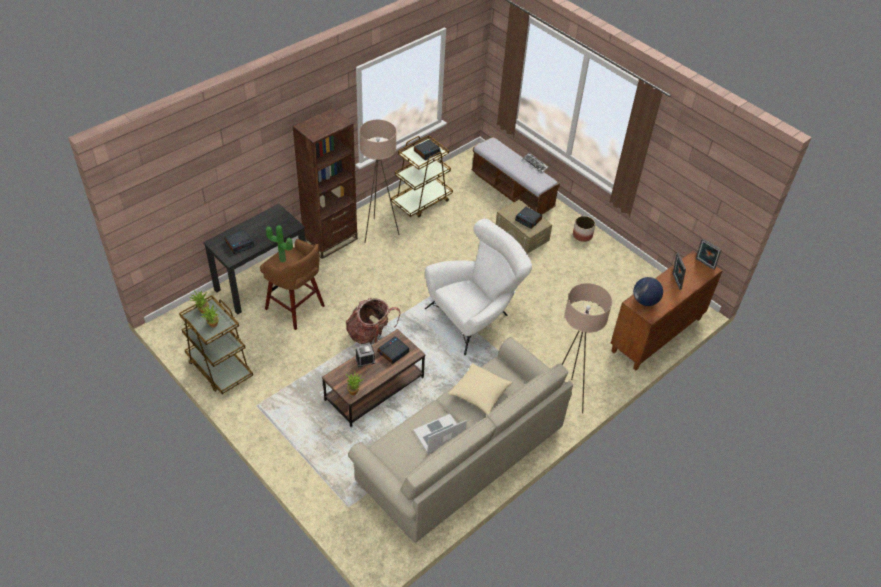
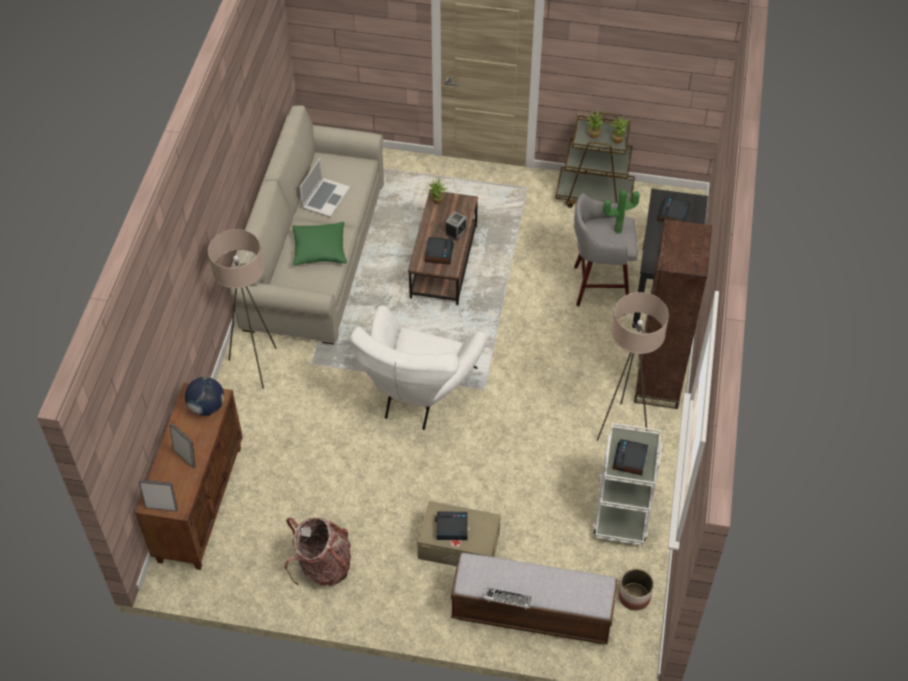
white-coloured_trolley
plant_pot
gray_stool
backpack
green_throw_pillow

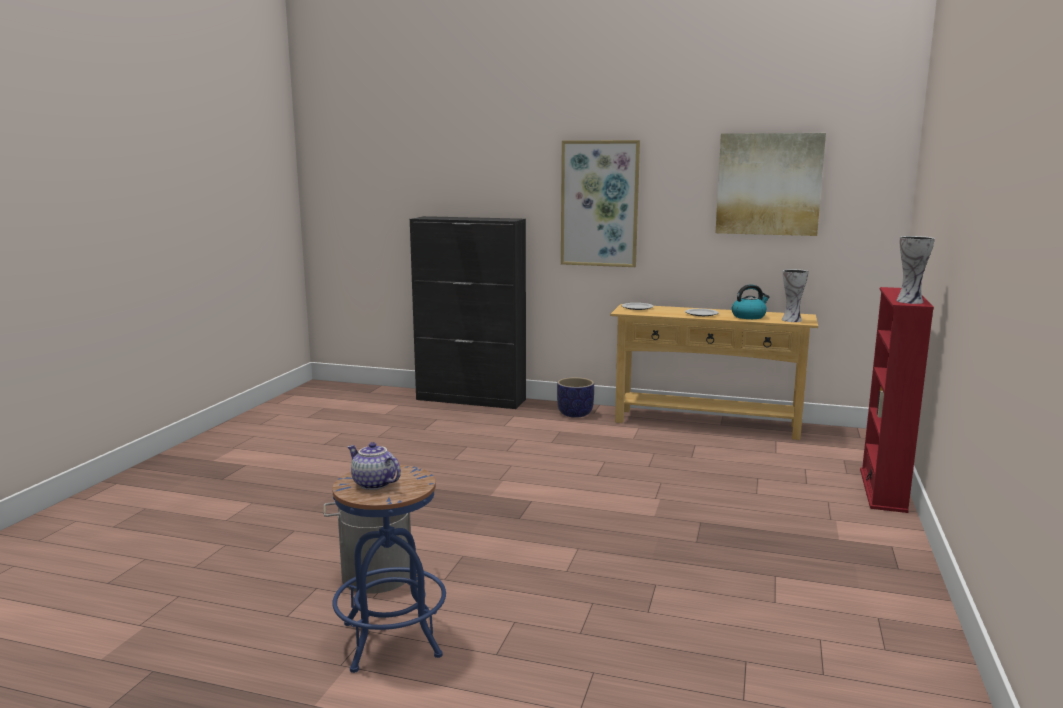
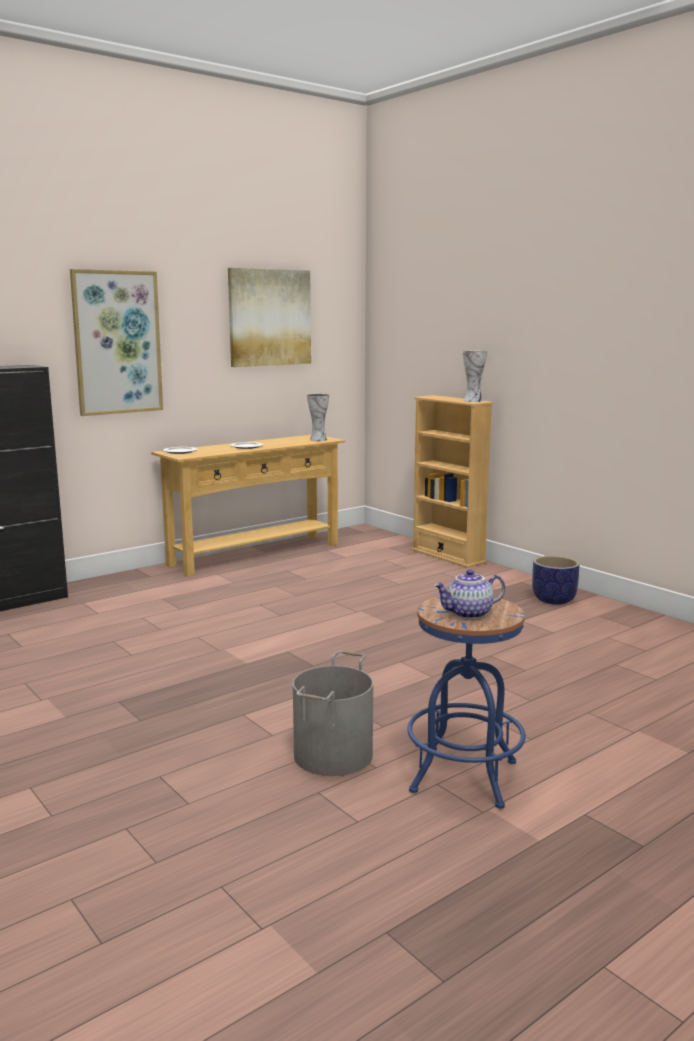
water_kettle
sand-coloured_bookcase
plant_pot

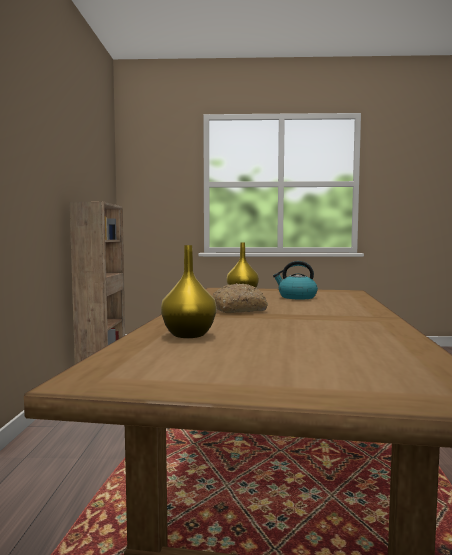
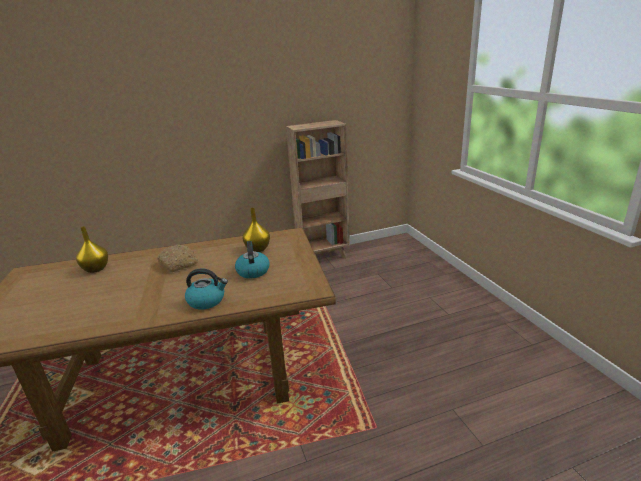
water_kettle (no. 1 from left)

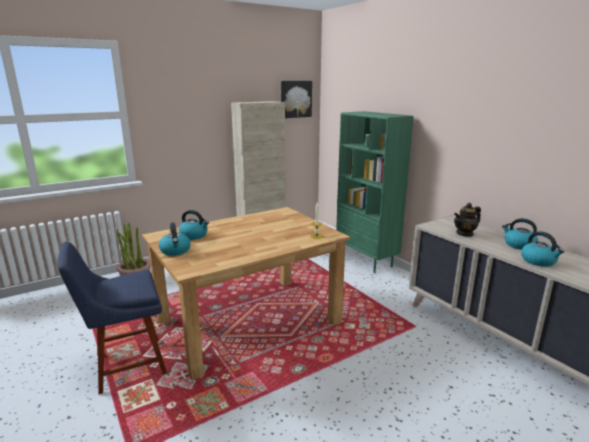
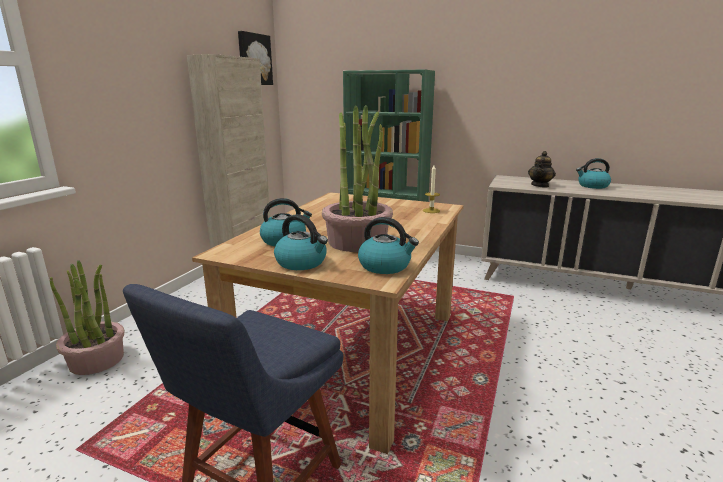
water_kettle (no. 3 from left)
potted_plant (no. 2 from left)

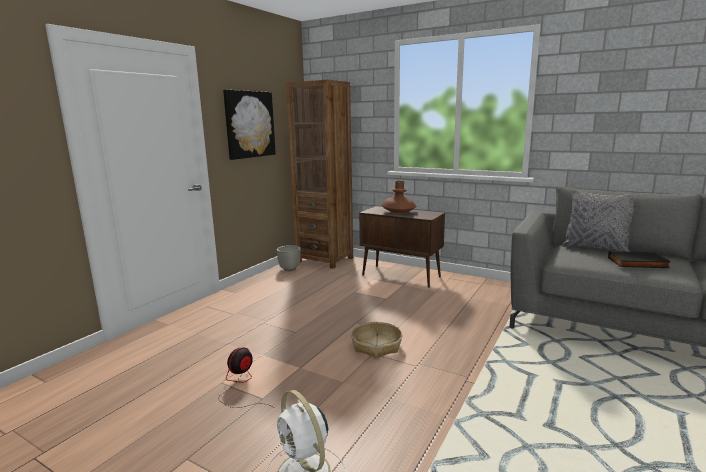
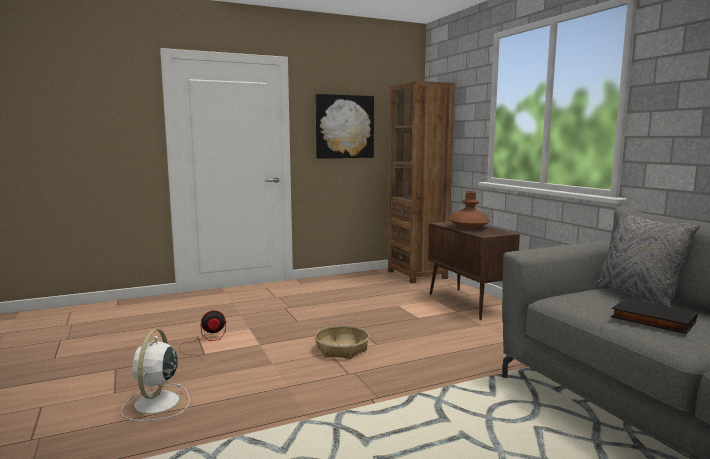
gray_plant_pot

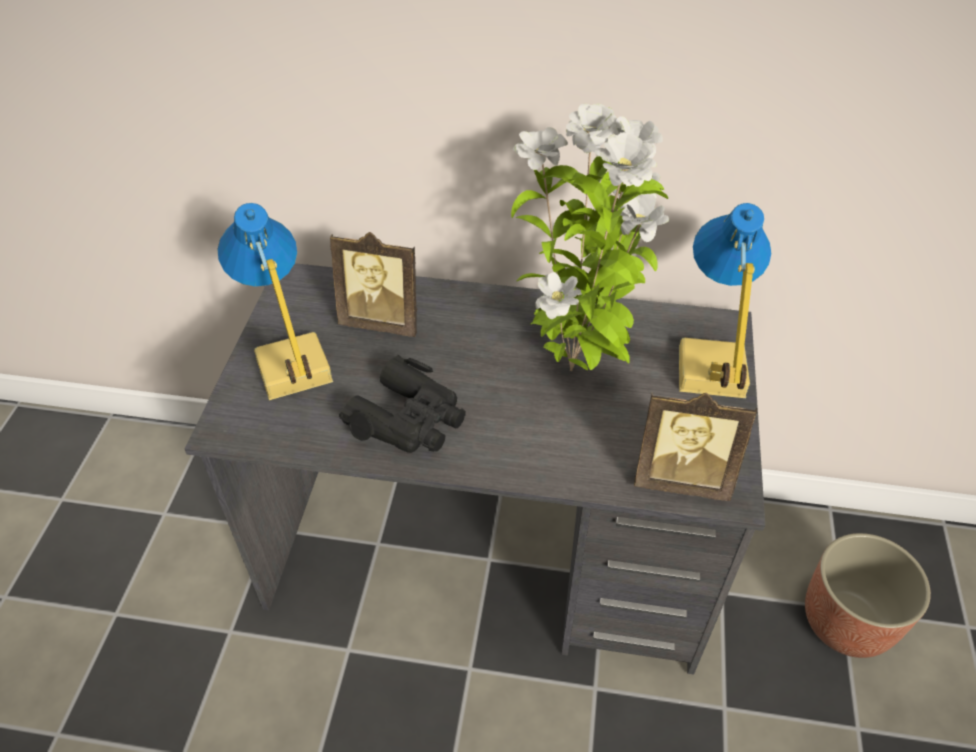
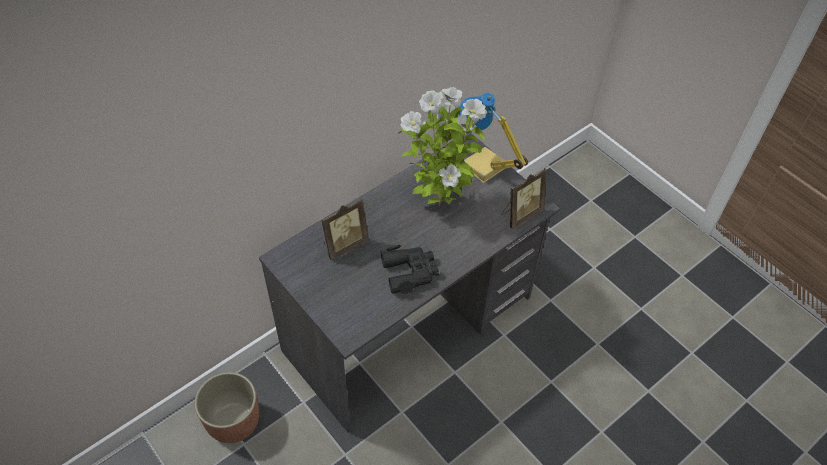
tabletop_lamp (no. 1 from left in the first image)
plant_pot

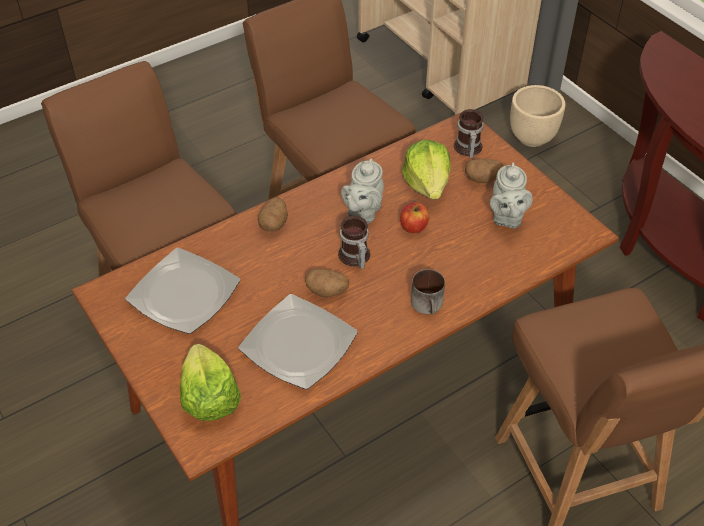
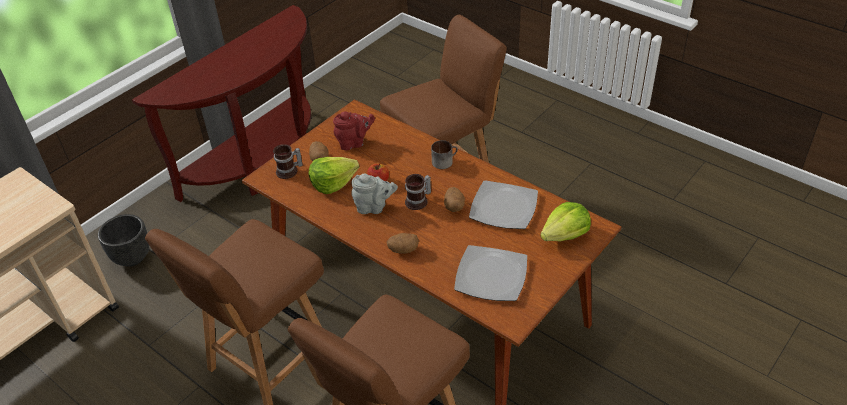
black_plant_pot
red-coloured_teapot

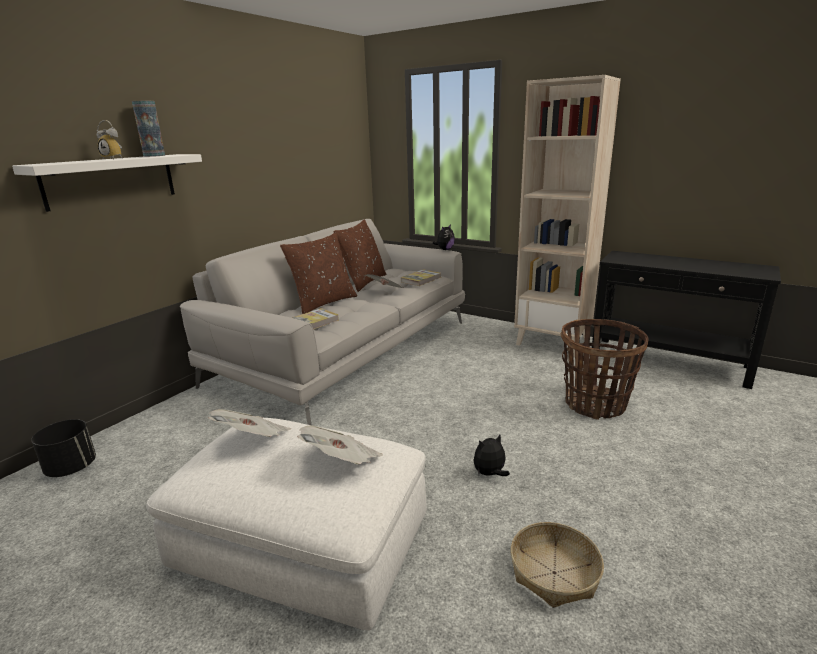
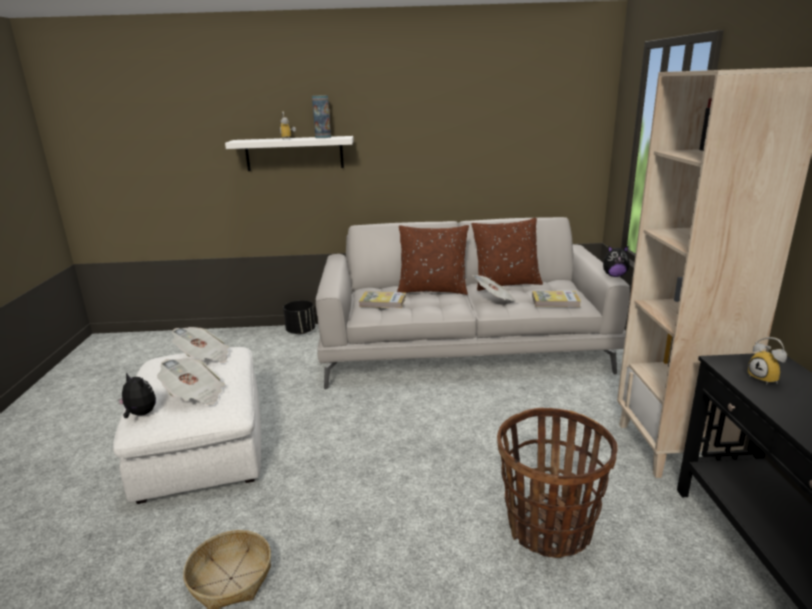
black_plant_pot
soft_toy (no. 1 from left)
table_clock (no. 2 from left)

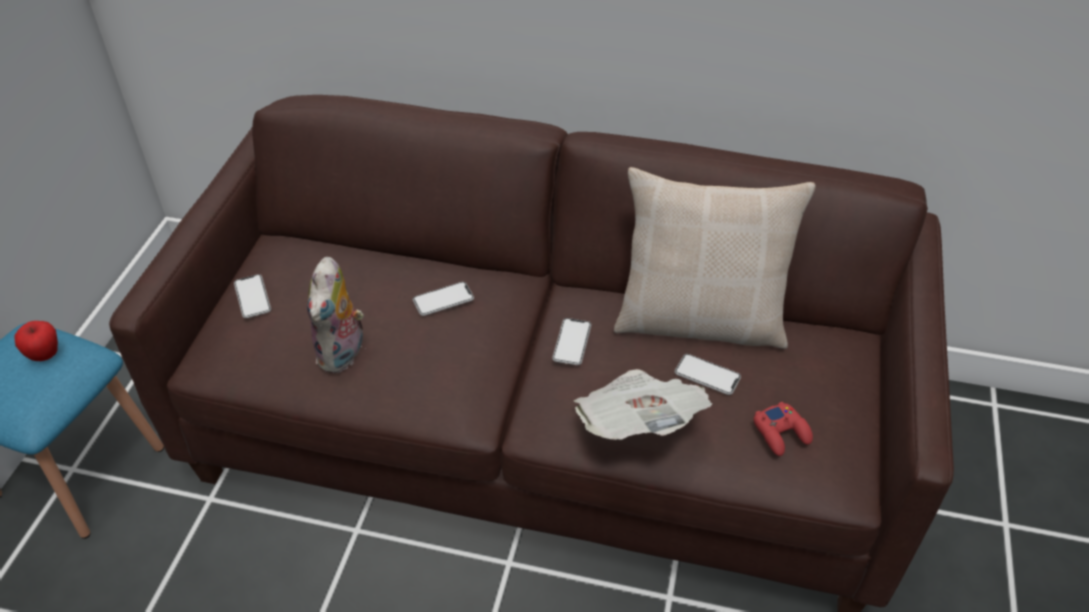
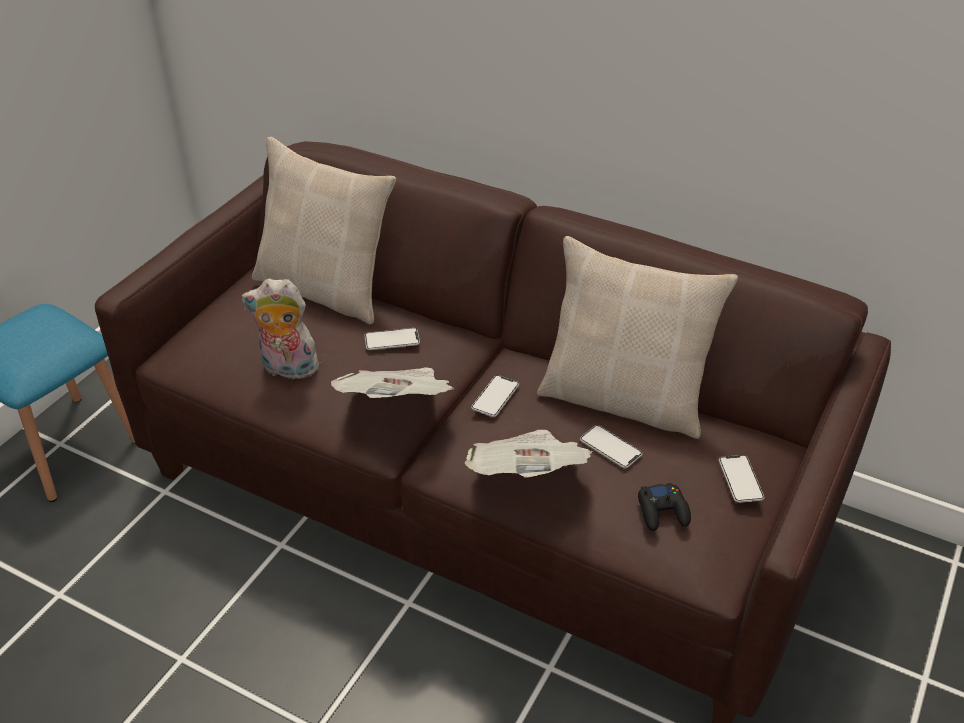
soft_toy
phone (no. 4 from left)
apple_fruit
black_game_controller
sand-coloured_throw_pillow (no. 1 from left)
daily_paper (no. 1 from left)

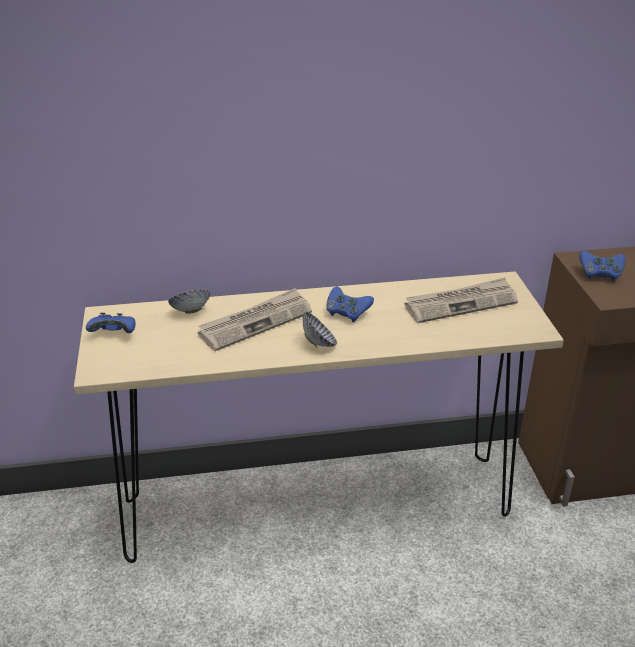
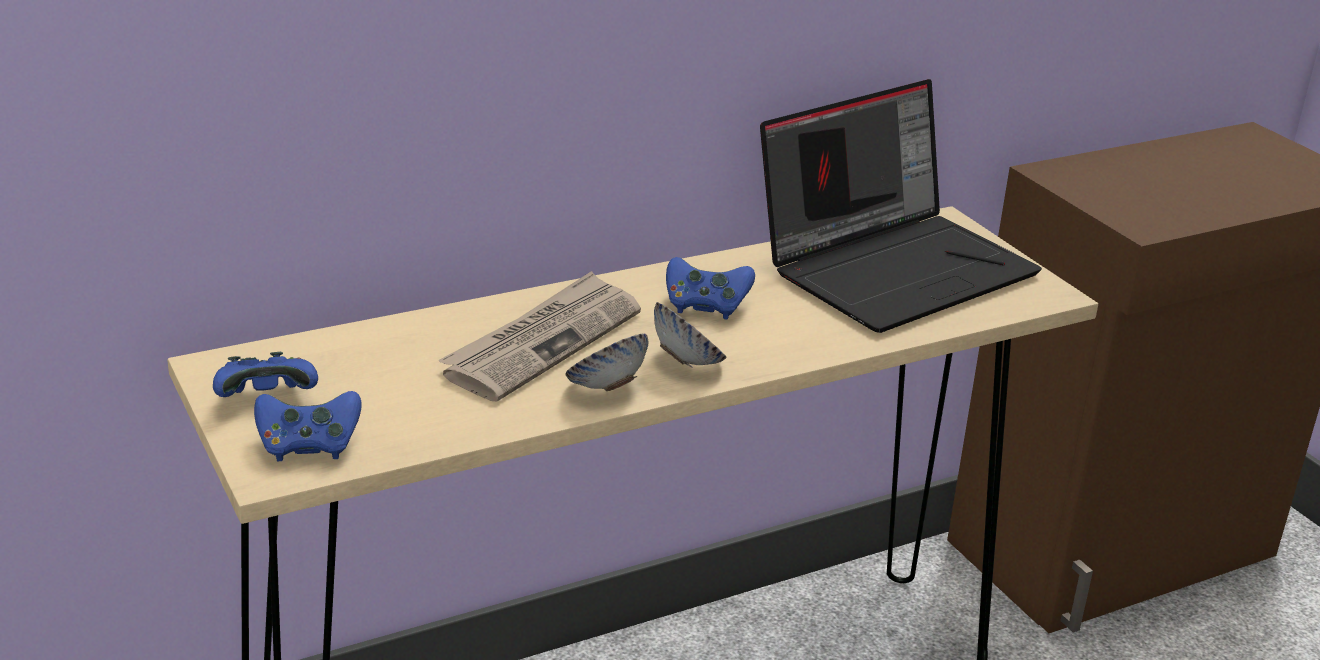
bluish_game_controller (no. 2 from left)
portable_computer
deep_dish (no. 1 from left)

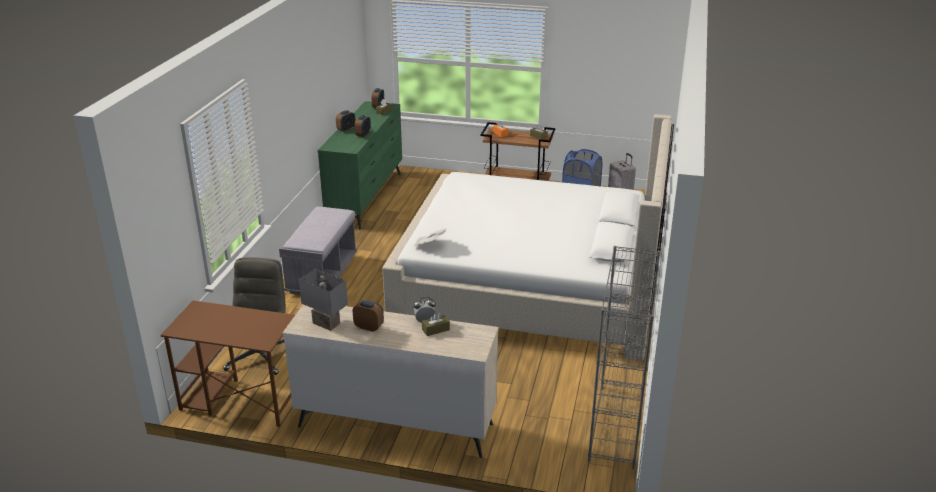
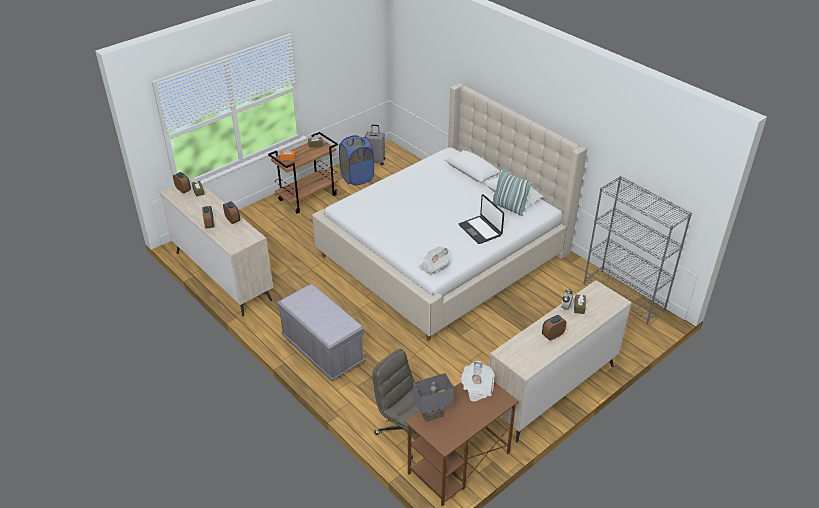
sand-coloured_drawer_chest (no. 1 from left)
gray_tabletop_lamp
throw_pillow
portable_computer
daily_paper (no. 2 from left)

